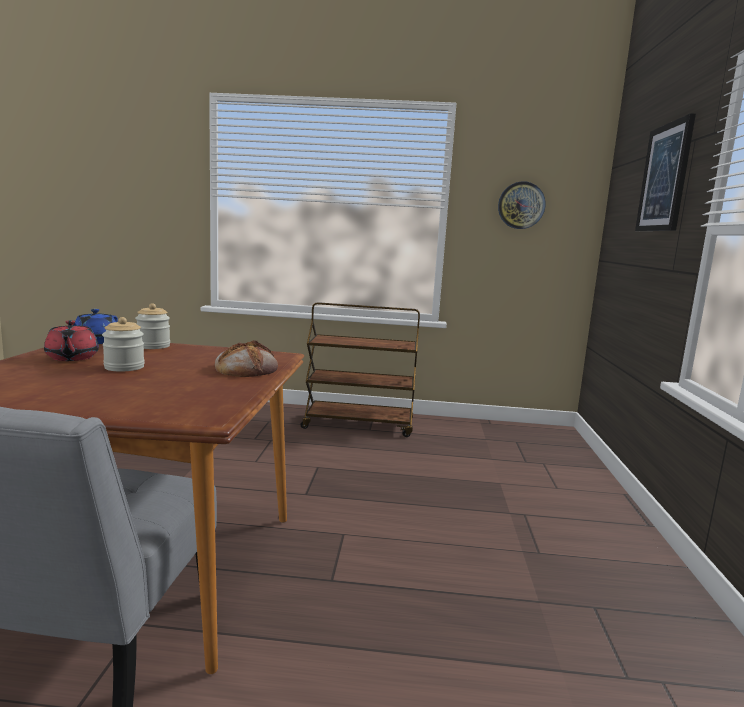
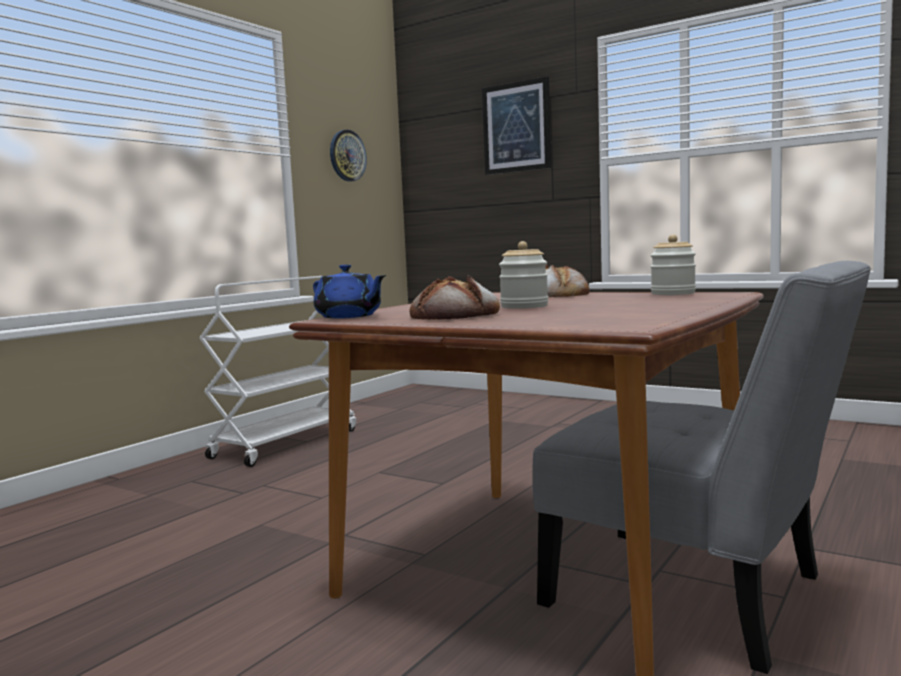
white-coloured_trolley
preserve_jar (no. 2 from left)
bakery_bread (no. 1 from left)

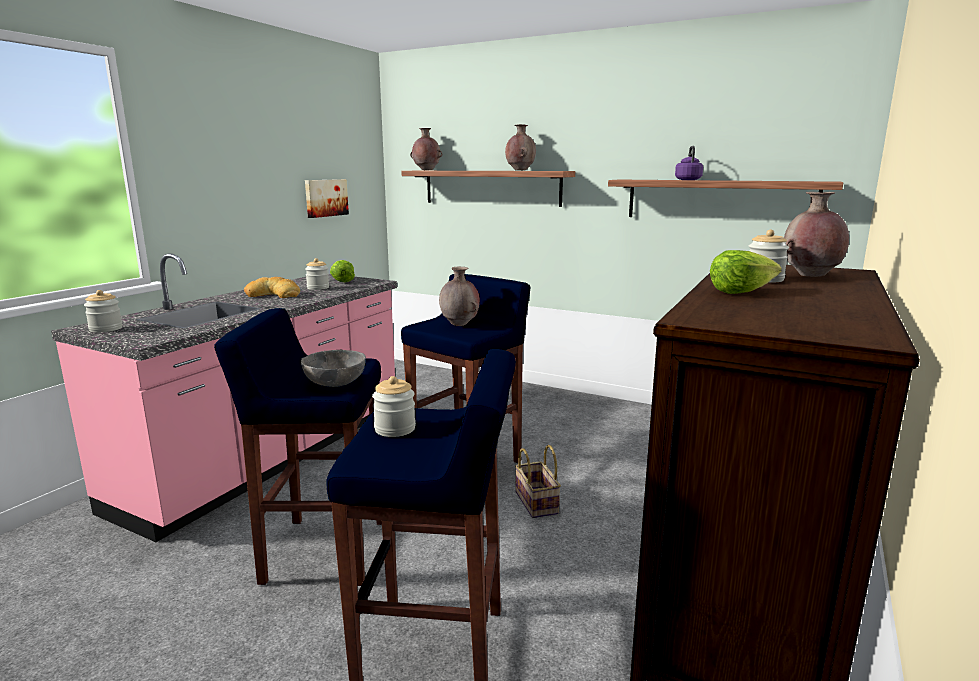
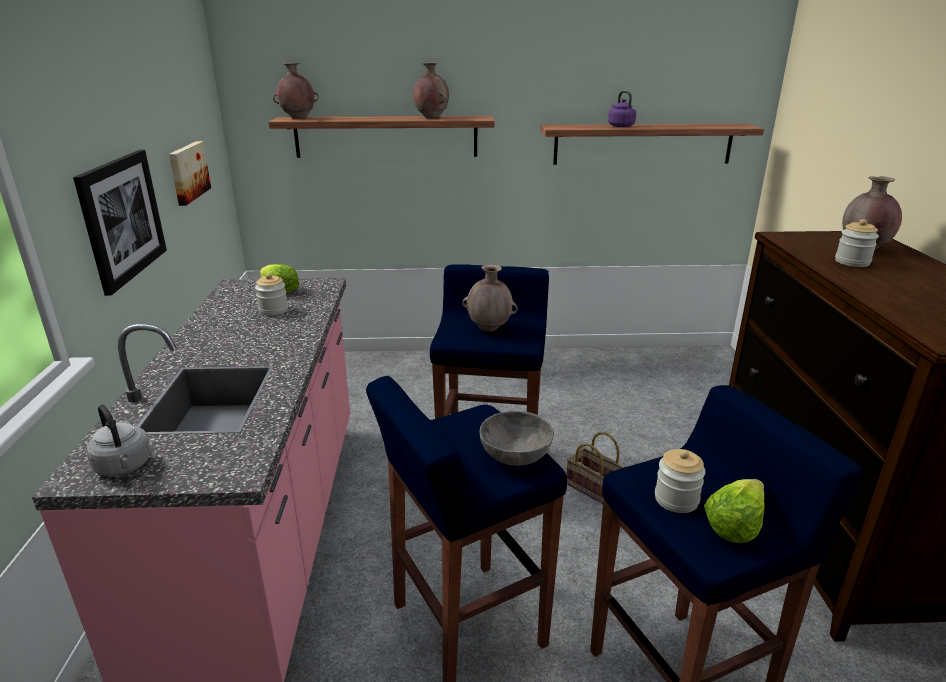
head_of_lettuce (no. 2 from left)
bakery_bread
gray_water_kettle
wall_art (no. 1 from left)

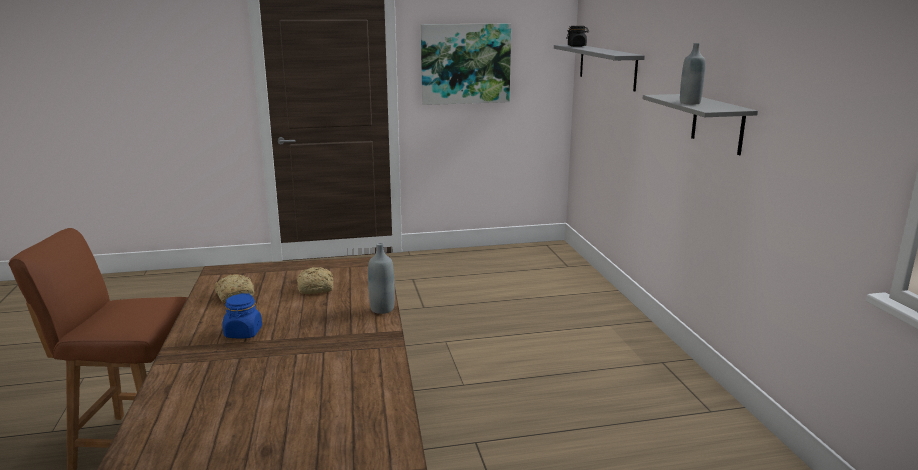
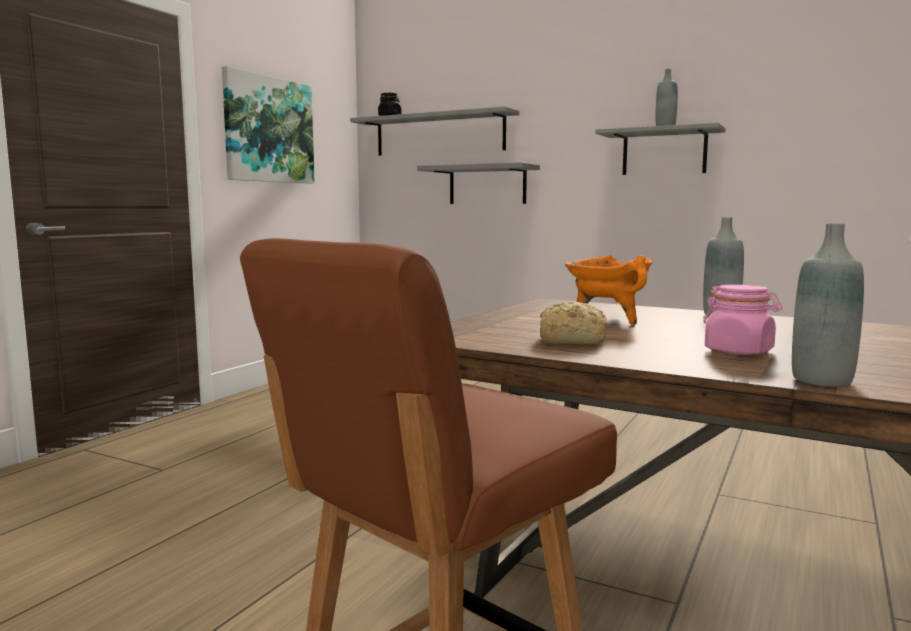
orangey_cooking_pot
pink_preserve_jar
gray_shelf (no. 2 from left)
gray_bottle (no. 3 from left)

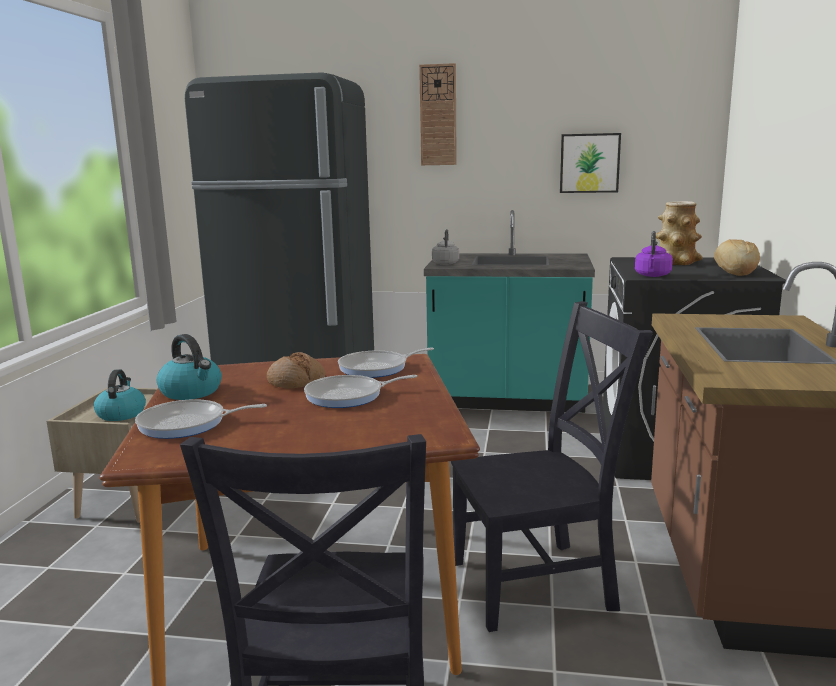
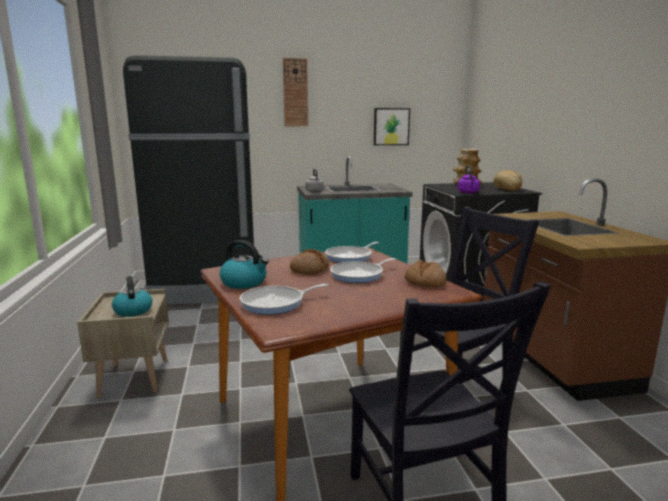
bakery_bread (no. 2 from left)

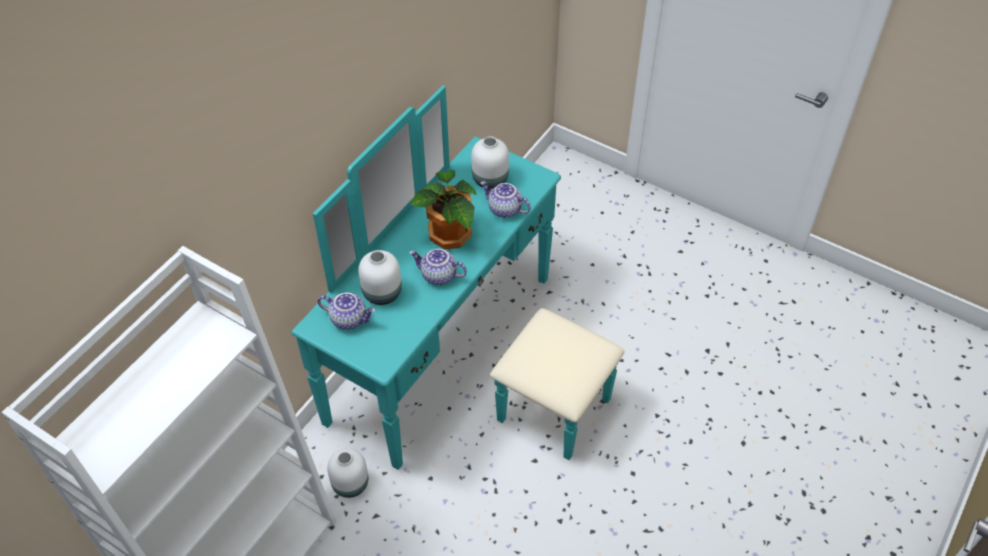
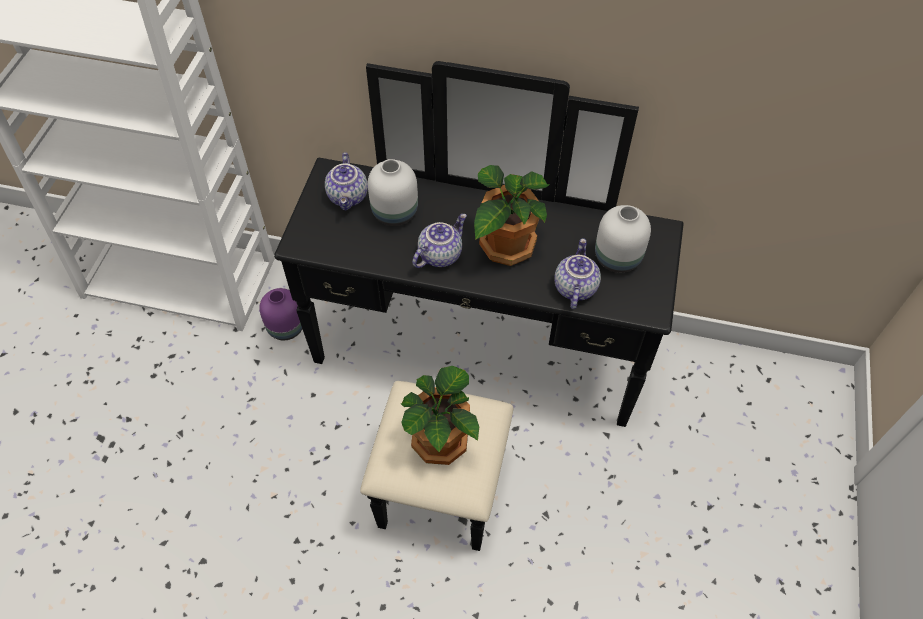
black_drawer_chest
teapot (no. 2 from left)
purple-coloured_vase
potted_plant (no. 1 from left)

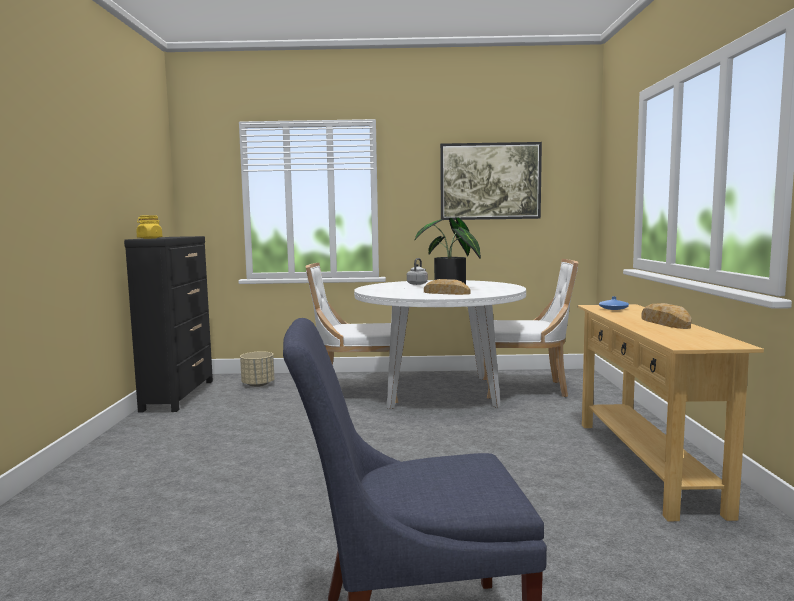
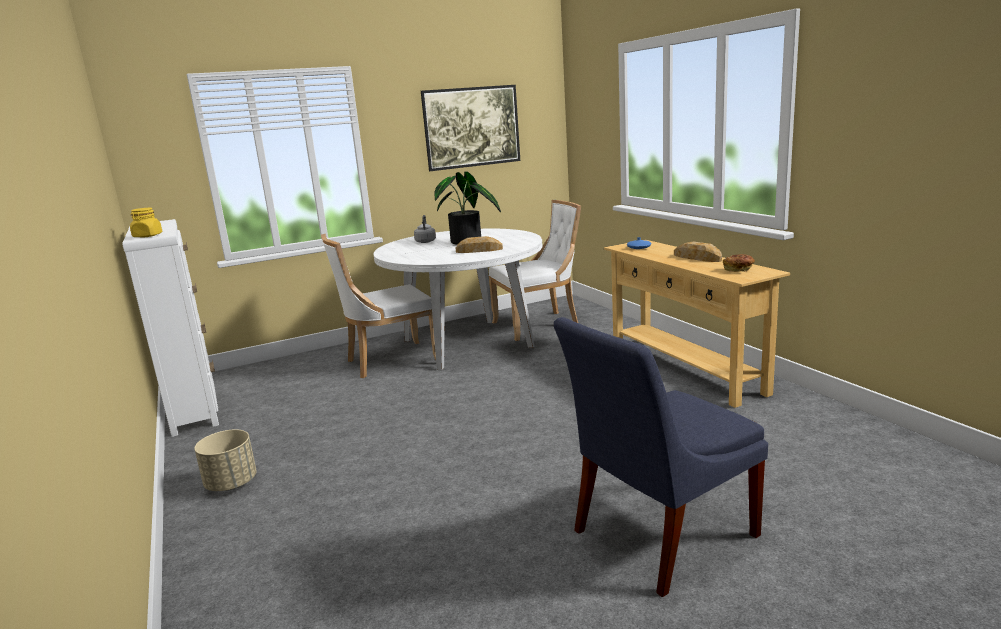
white-coloured_drawer_chest
sand-coloured_plant_pot
bakery_bread (no. 3 from left)

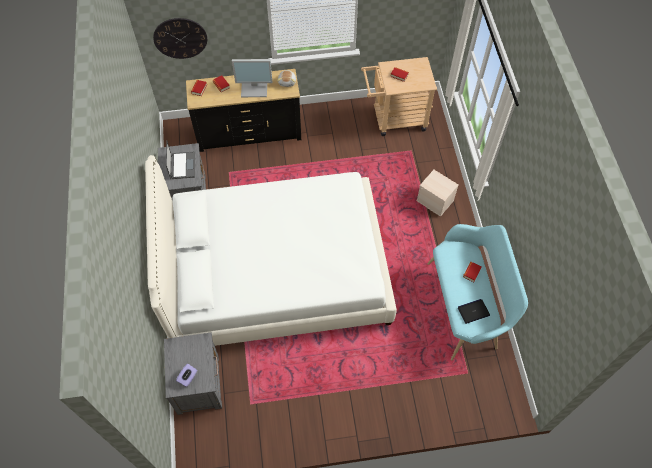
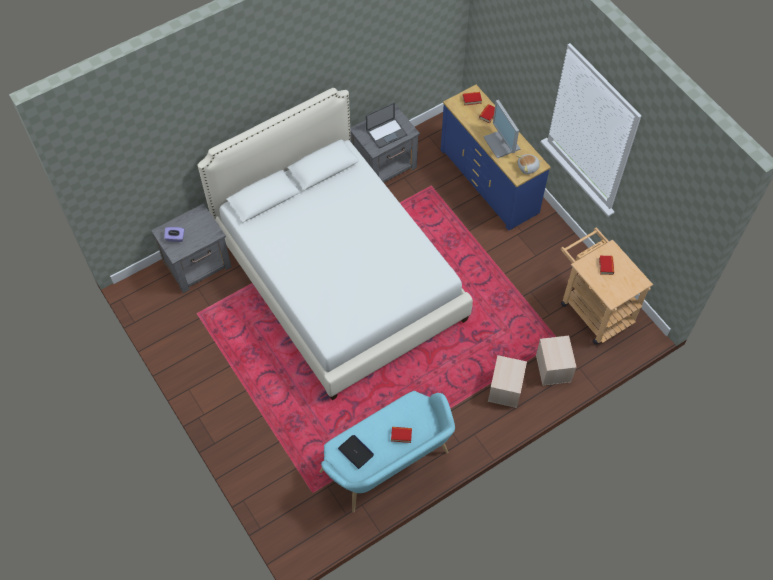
hanging_clock
bluish_drawer_chest
sand-coloured_storage_bin (no. 2 from left)

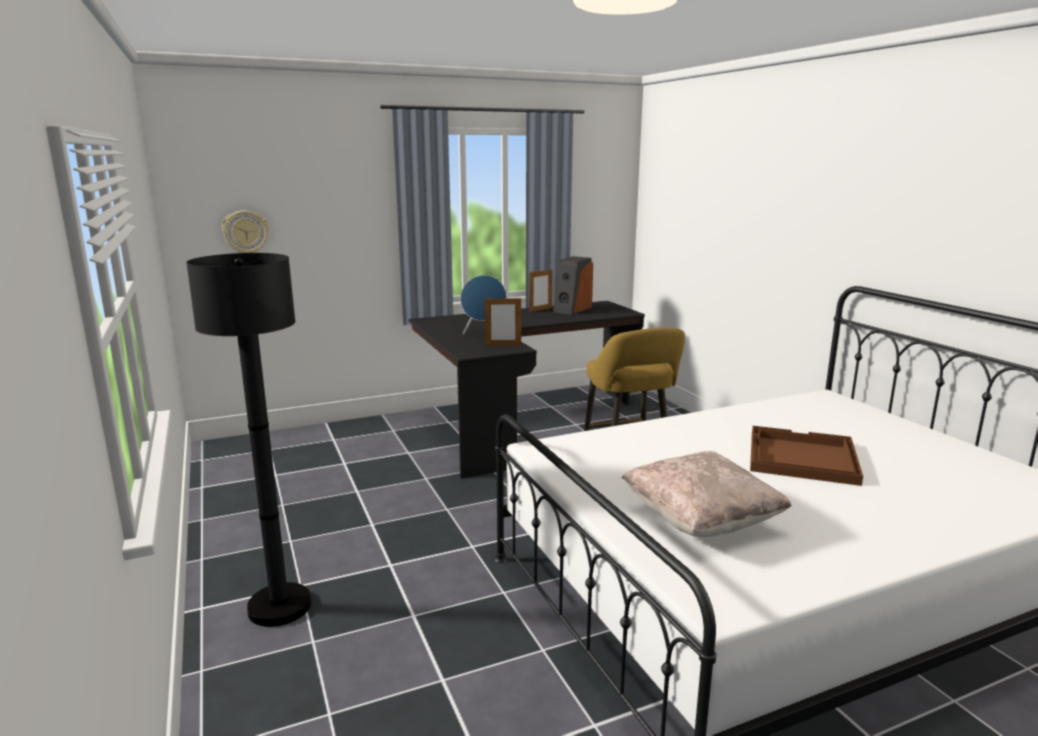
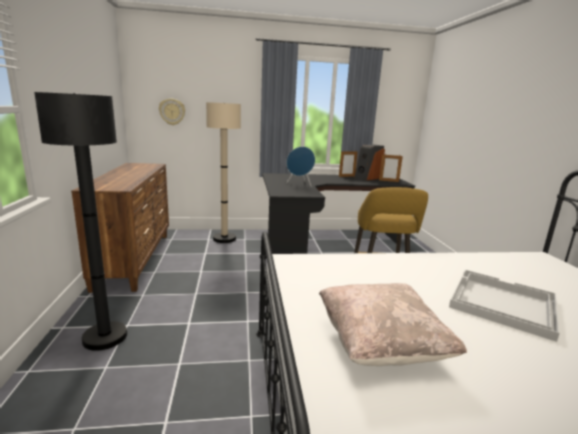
photo_frame (no. 2 from left)
white-coloured_serving_tray
sand-coloured_standard_lamp
brownish_drawer_chest

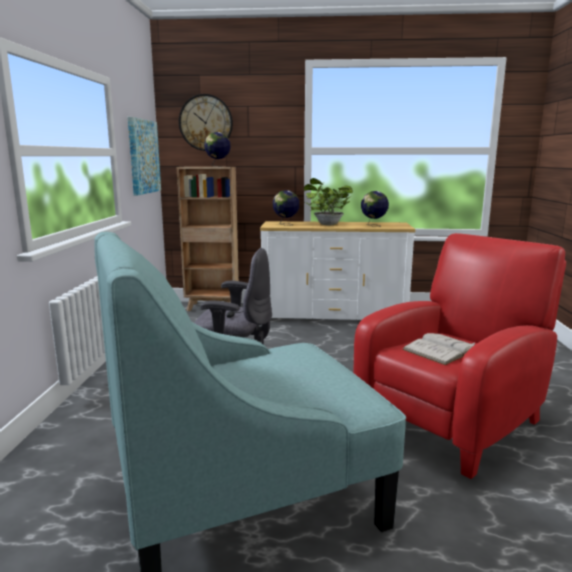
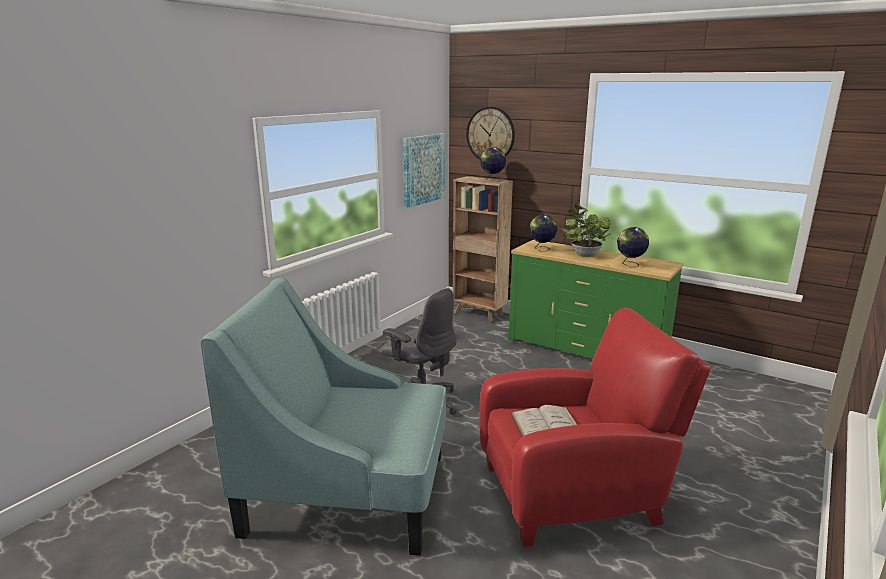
green_drawer_chest

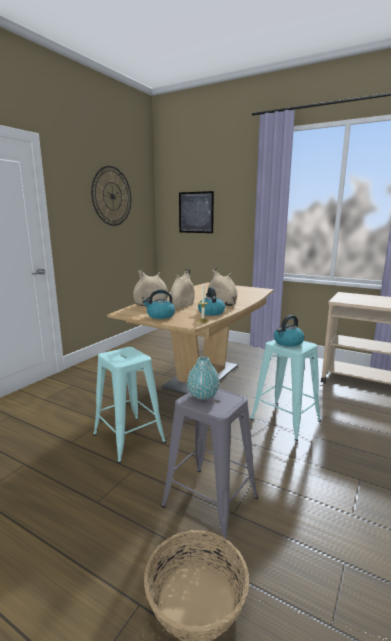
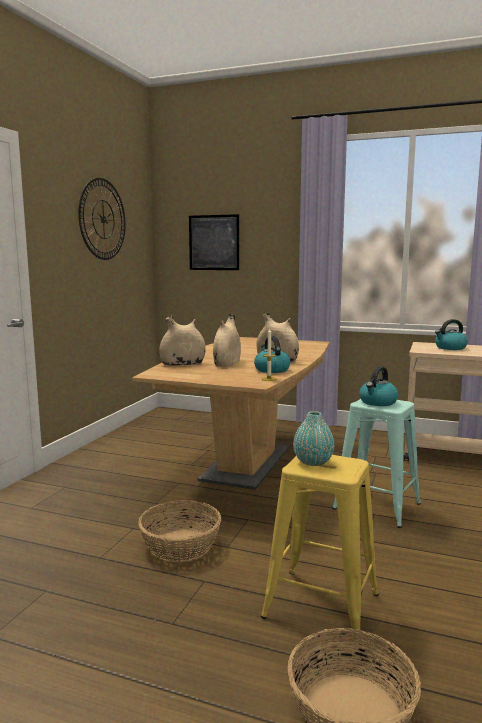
water_kettle (no. 3 from left)
basket (no. 1 from left)
yellow_stool

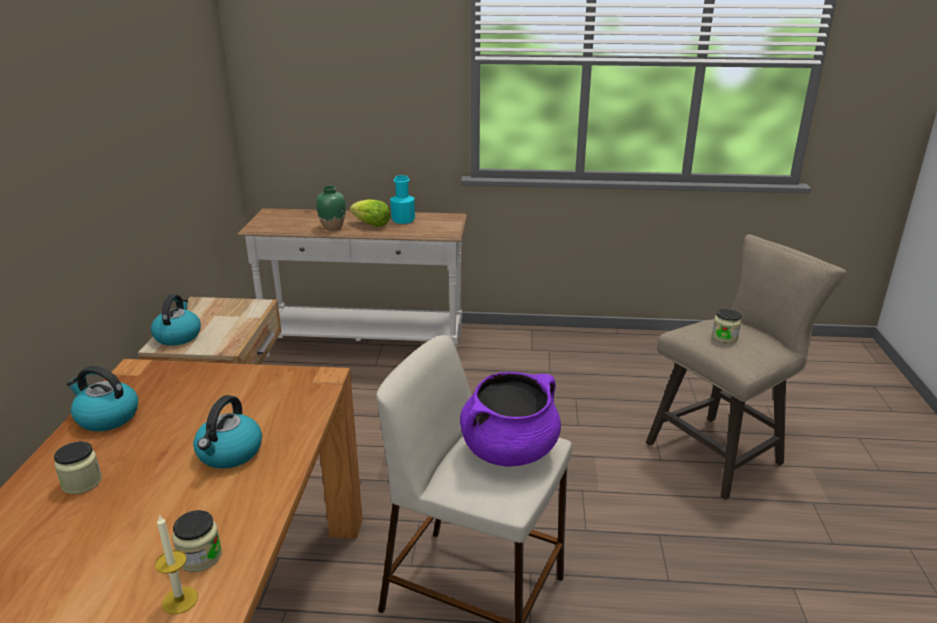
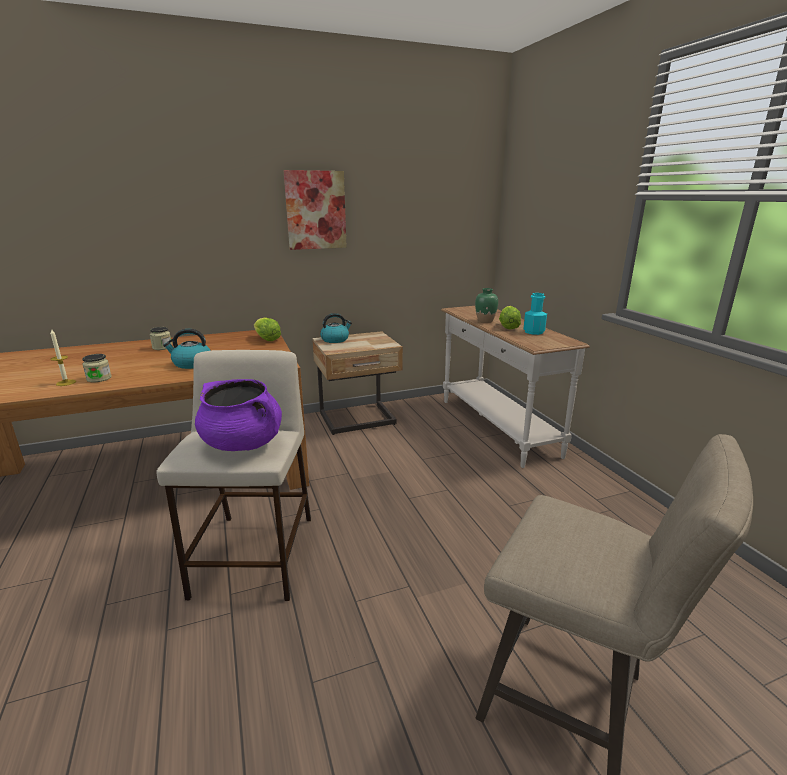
preserve_jar (no. 3 from left in the first image)
water_kettle (no. 1 from left in the first image)
wall_art
head_of_lettuce (no. 1 from left)

